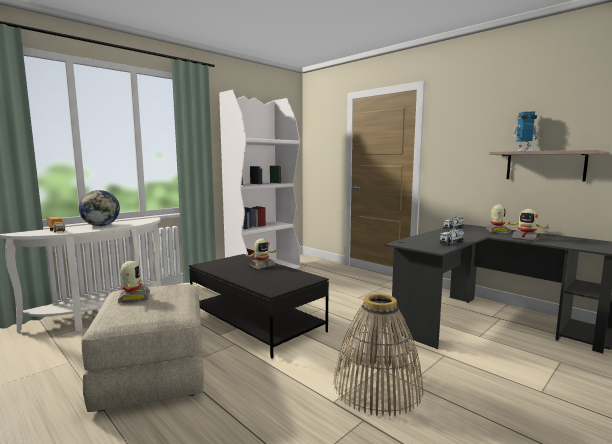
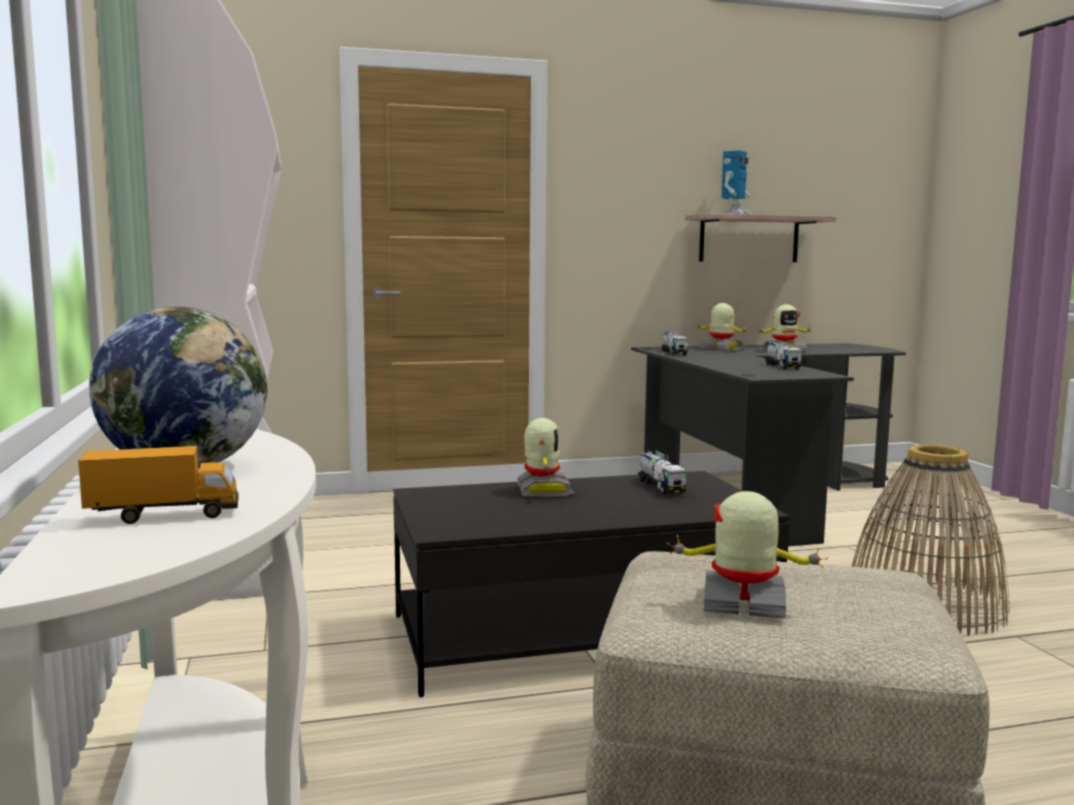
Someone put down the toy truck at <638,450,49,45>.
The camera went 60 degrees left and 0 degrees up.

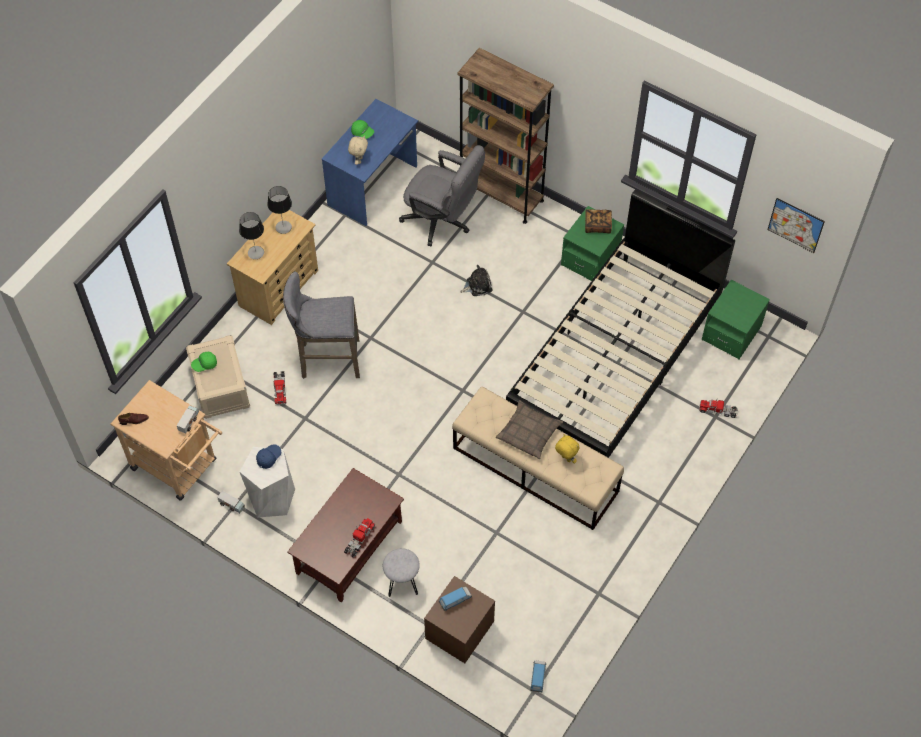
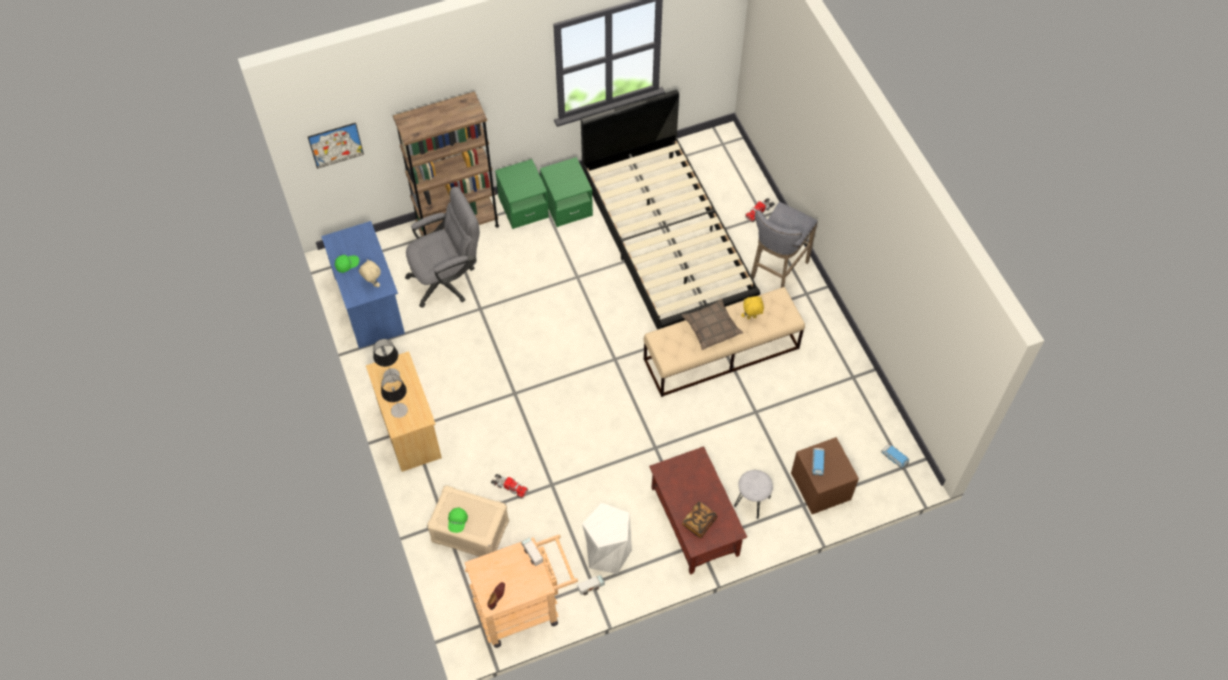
Someone took away the blue cap at <256,444,25,25>.
Someone carried the grey stool from <283,271,77,108> to <751,202,67,86>.
Someone took away the toy truck at <344,518,31,40>.
Someone took away the plush toy at <460,265,32,31>.
Someone carried the book from <585,209,27,24> to <682,501,35,37>.
Someone carried the green nightstand from <702,280,68,79> to <495,159,54,70>.
Someone carried the picture from <767,198,58,55> to <308,123,56,46>.
The camera went 55 degrees left and 0 degrees up.

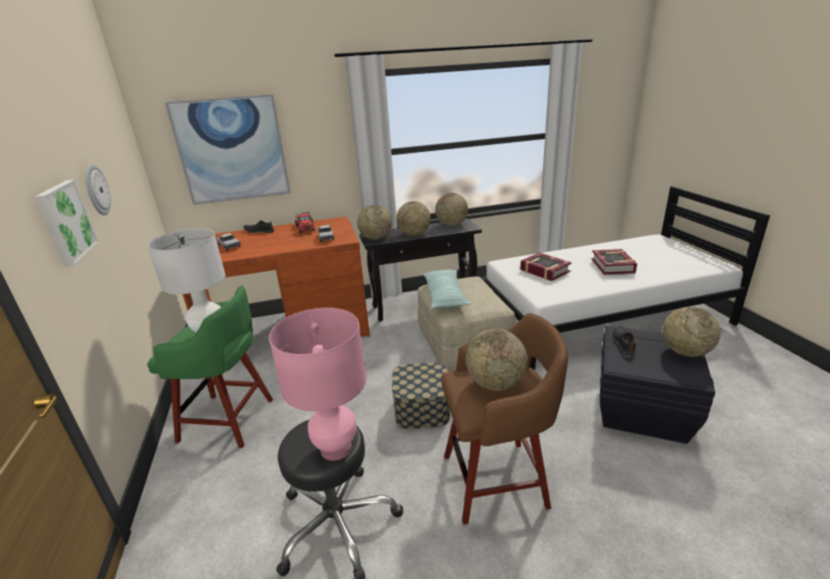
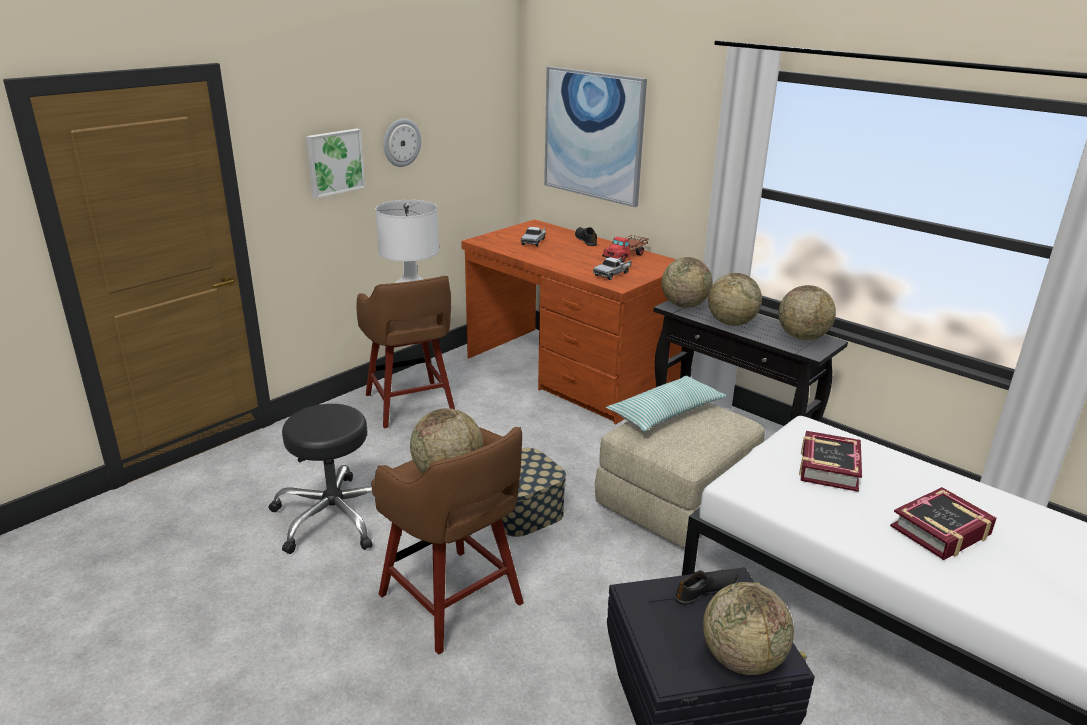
Someone repainted the green stool at <147,285,126,163>, which became the brown stool at <356,276,99,152>.
Someone took away the pink table lamp at <269,308,97,153>.
The camera went 55 degrees right and 0 degrees up.

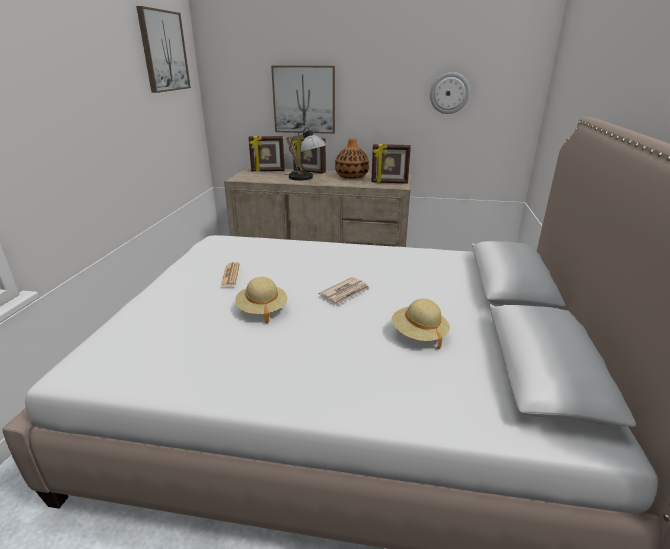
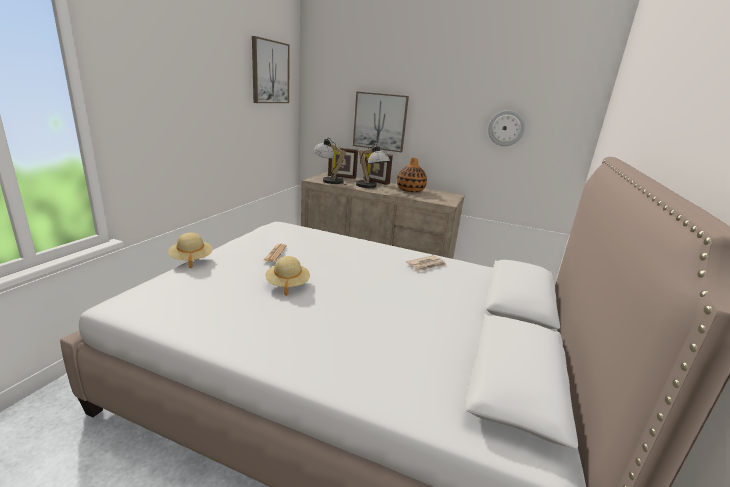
Someone carried the newspaper from <319,277,51,27> to <406,255,40,16>.
Someone took away the picture frame at <371,144,40,40>.
Someone carried the beige hat from <391,299,59,50> to <168,233,44,35>.
Someone put down the table lamp at <313,138,33,47>.
The camera went 10 degrees right and 5 degrees down.

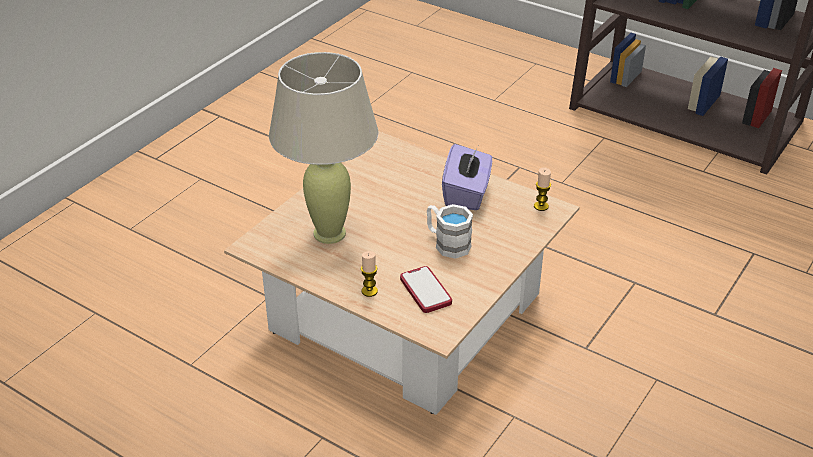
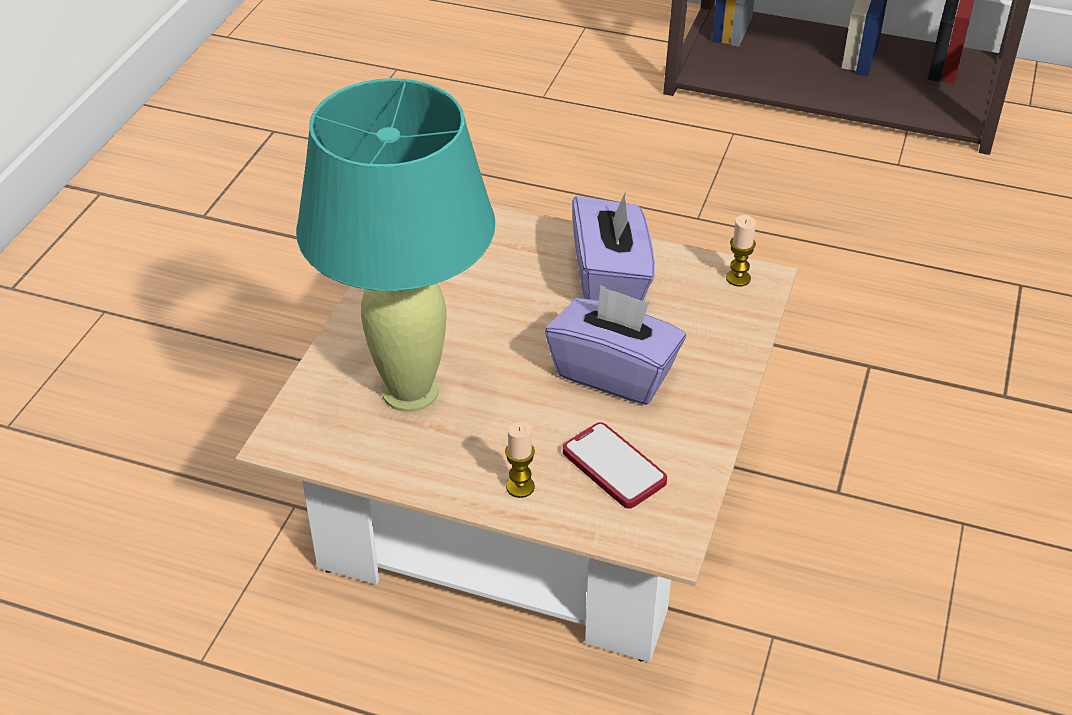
Someone repainted the beige table lamp at <269,52,110,192>, which became the turquoise table lamp at <296,78,199,334>.
Someone swapped the white mug at <427,204,46,55> for the purple tissue box at <545,285,141,120>.
The camera went 15 degrees left and 5 degrees up.

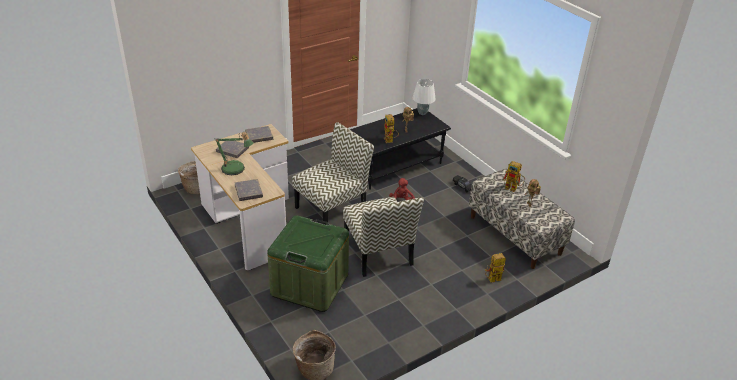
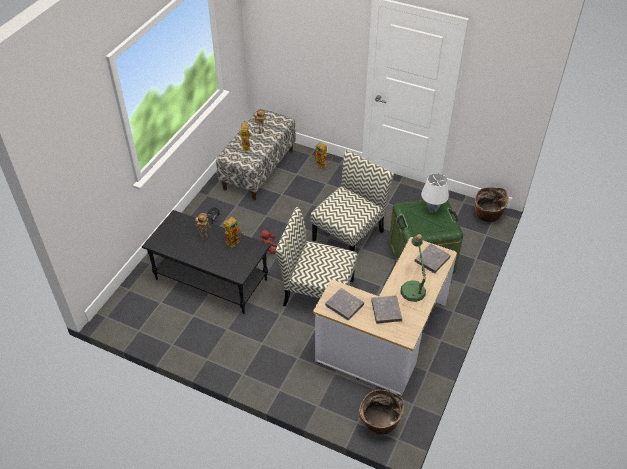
Someone carried the white table lamp from <412,79,23,36> to <421,173,28,40>.
The camera went 120 degrees left and 10 degrees up.

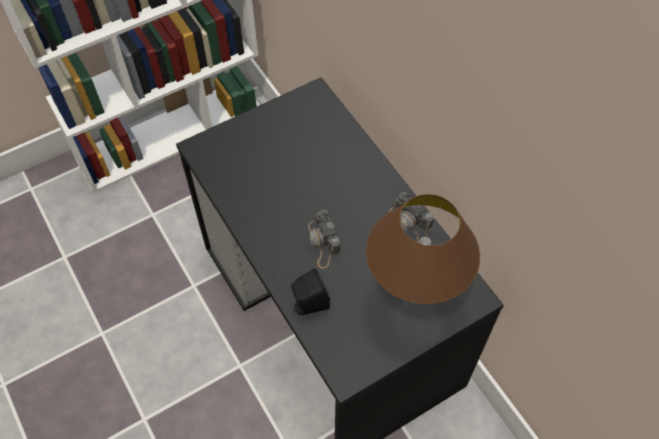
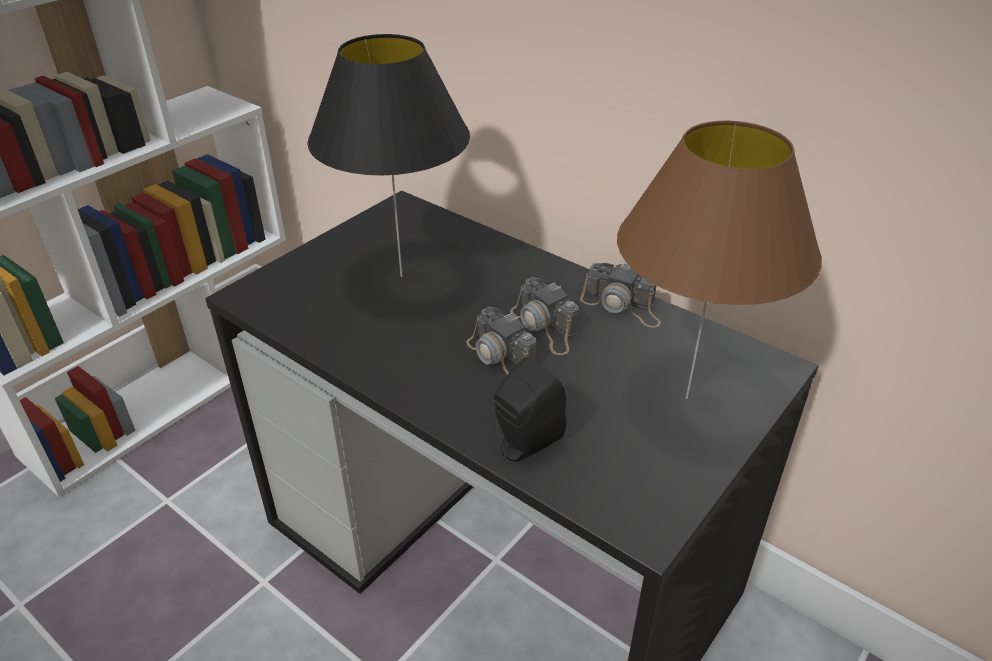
Someone put down the black table lamp at <307,34,163,243>.
Someone put down the photo camera at <510,277,69,78>.
The camera went 20 degrees left and 20 degrees down.

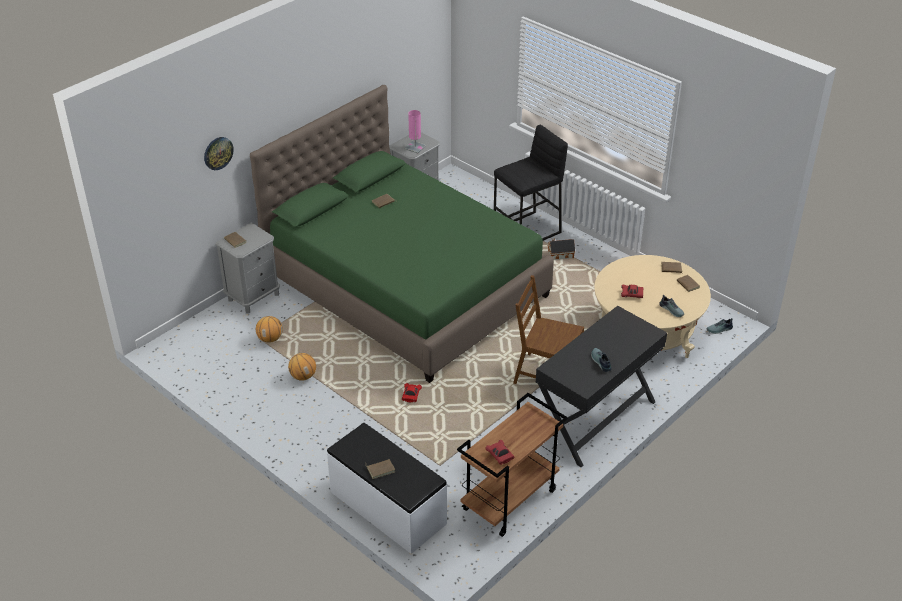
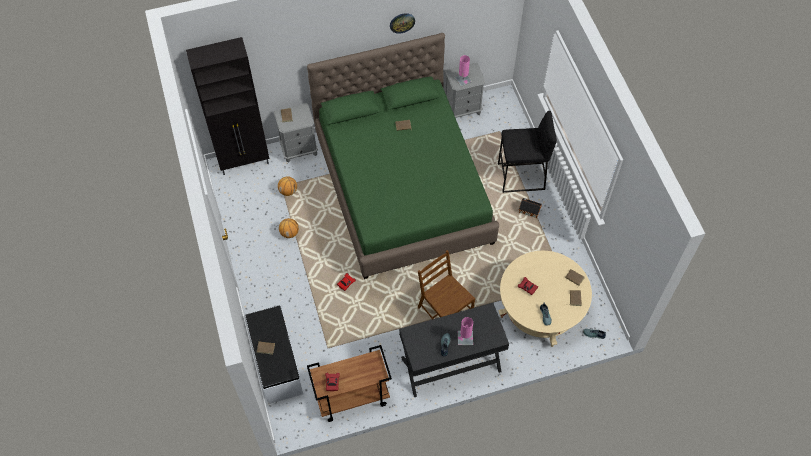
Someone carried the wall clock from <204,137,30,33> to <390,13,25,21>.
Someone put down the black cabinet at <186,37,83,138>.
Someone put down the pink table lamp at <458,317,15,28>.
The camera went 30 degrees right and 20 degrees up.

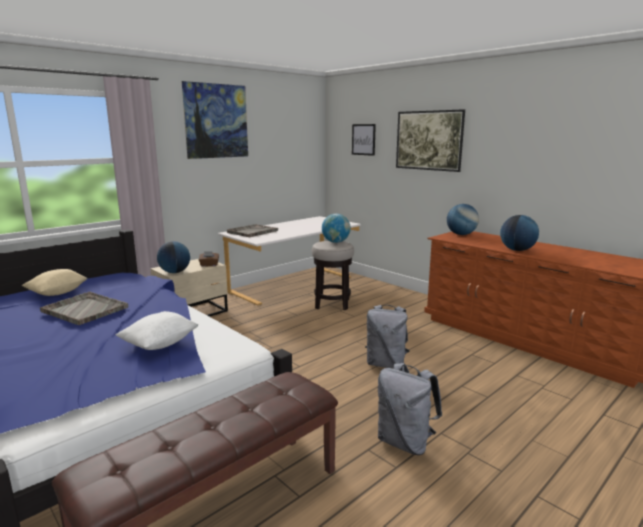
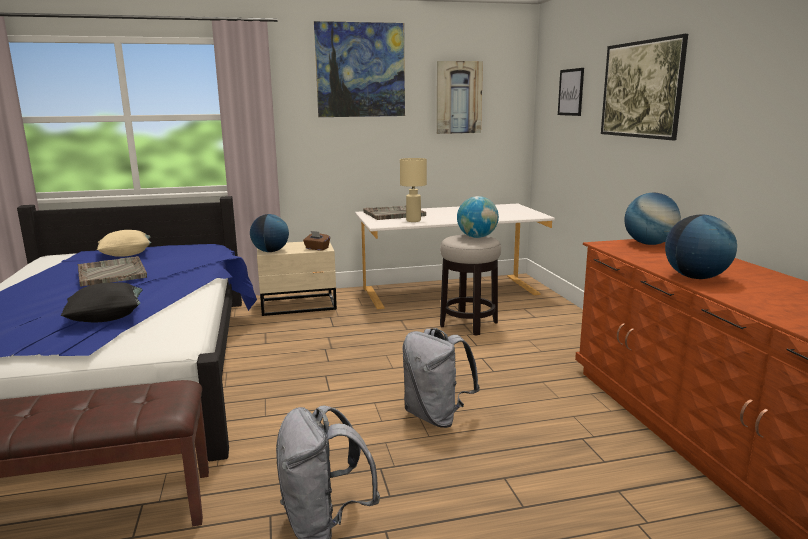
Someone repainted the white pillow at <115,311,83,39>, which became the black pillow at <61,283,82,39>.
Someone put down the beige table lamp at <400,158,27,64>.
Someone put up the picture at <437,61,46,73>.
The camera went 30 degrees right and 0 degrees up.

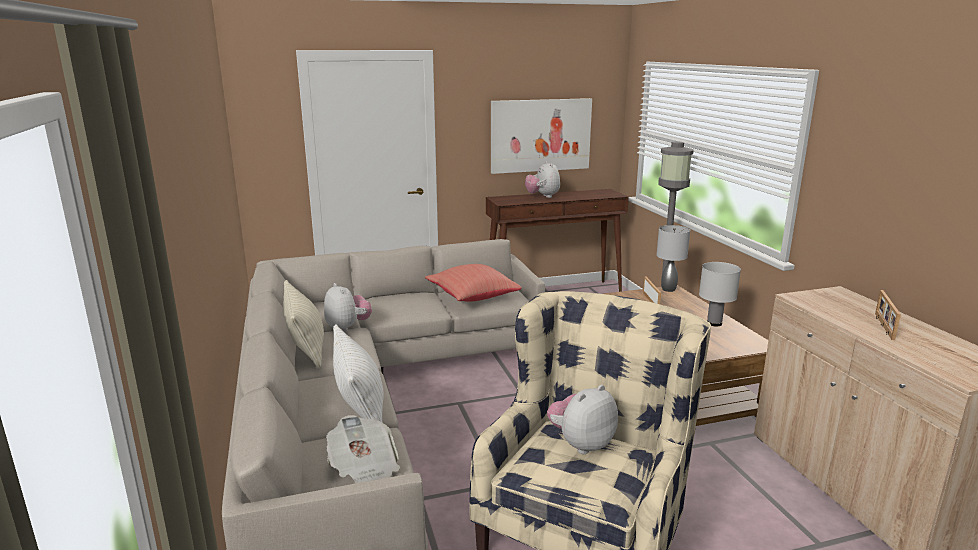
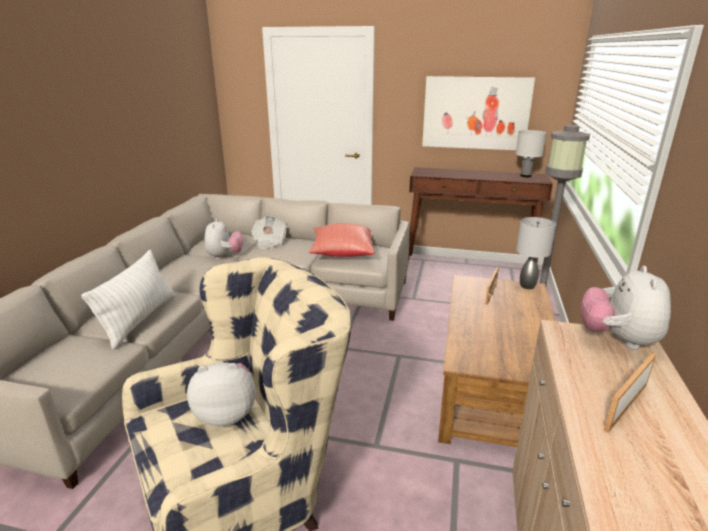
Someone took away the beige pillow at <283,280,41,89>.
Someone carried the newspaper from <326,415,74,68> to <251,216,36,33>.
Someone carried the plush toy from <525,161,35,37> to <581,266,90,84>.
Someone carried the white table lamp from <699,262,42,64> to <515,130,32,47>.
The camera went 30 degrees right and 5 degrees up.

